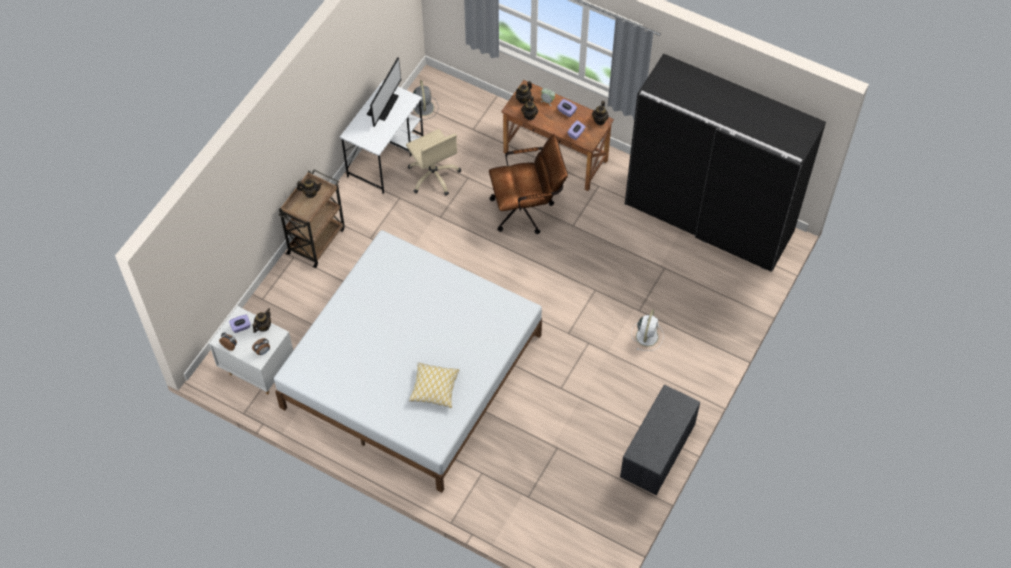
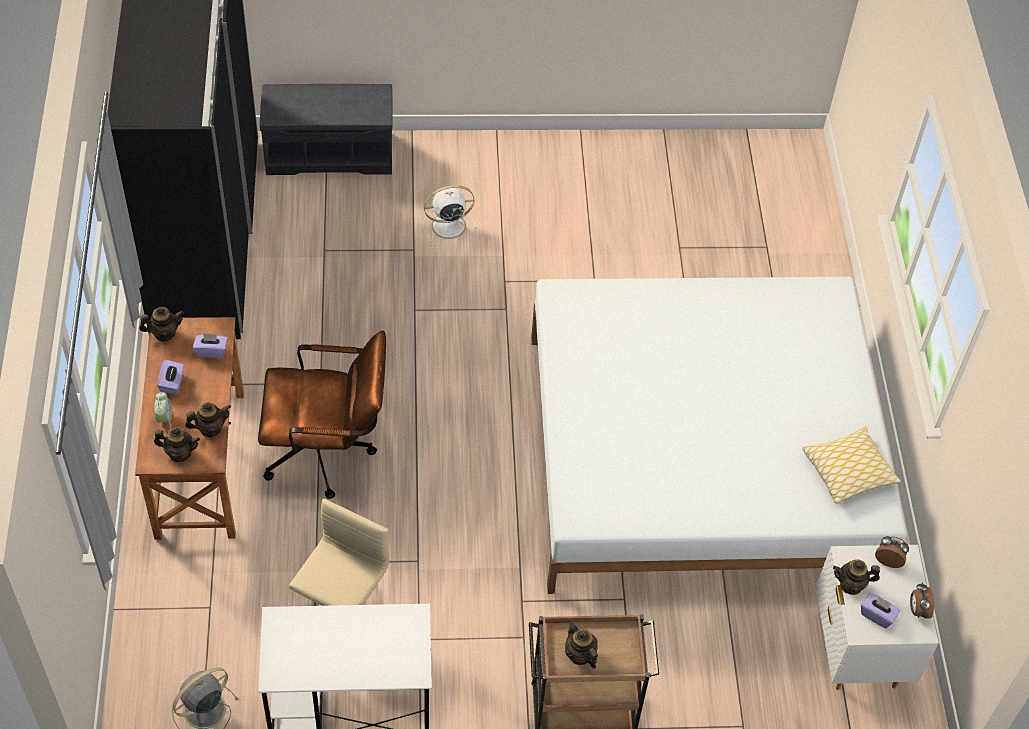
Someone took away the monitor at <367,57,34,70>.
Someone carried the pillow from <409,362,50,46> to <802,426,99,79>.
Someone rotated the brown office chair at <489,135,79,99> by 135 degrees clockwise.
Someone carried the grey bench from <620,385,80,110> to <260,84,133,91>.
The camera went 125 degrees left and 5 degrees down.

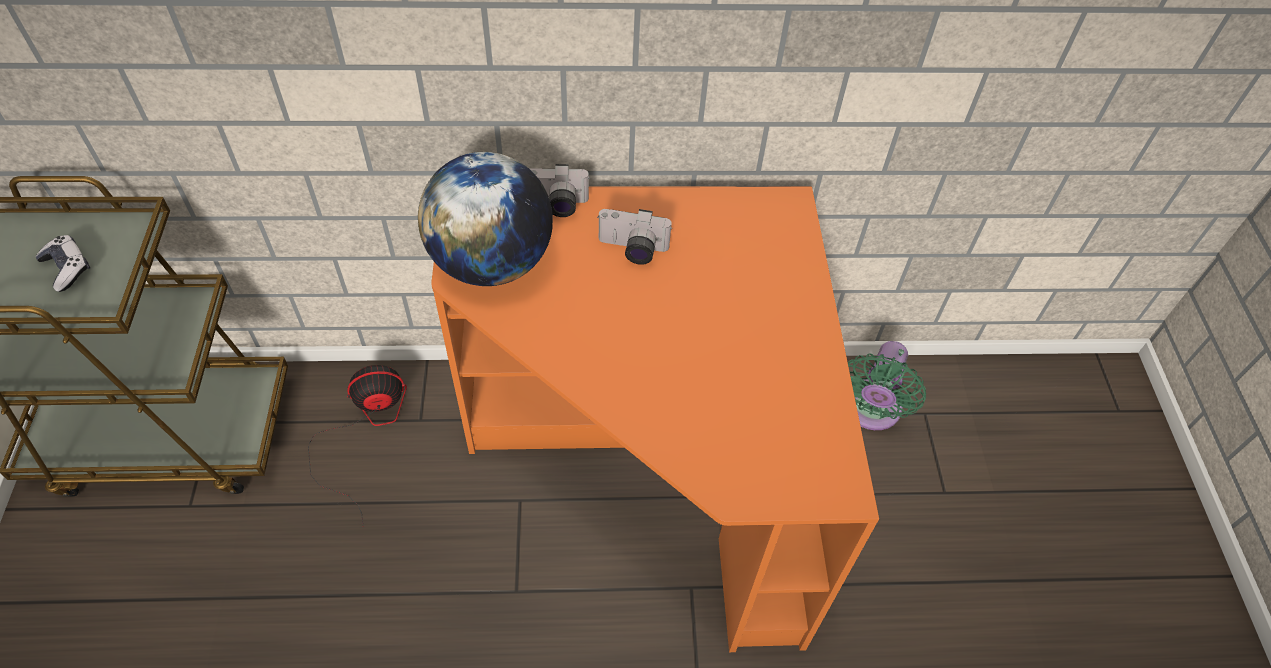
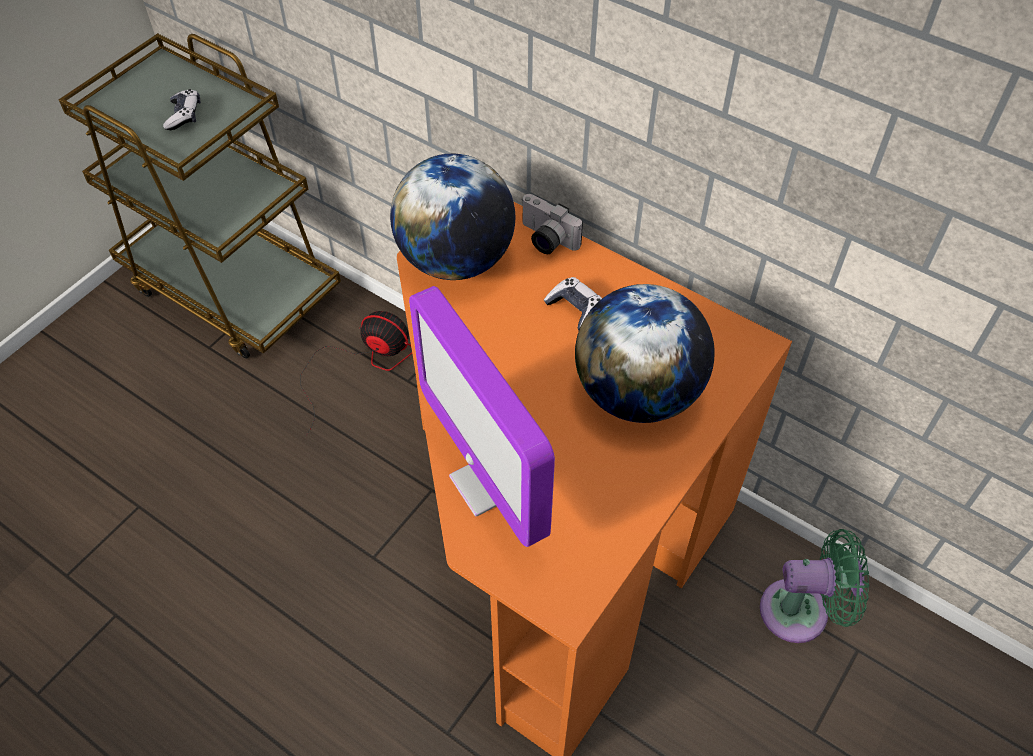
Someone swapped the photo camera at <598,209,74,56> for the game controller at <544,277,58,53>.
Someone rotated the green fan at <848,341,78,89> by 150 degrees counterclockwise.
Someone put down the monitor at <409,286,146,261>.
Someone put down the globe at <575,284,140,139>.
The camera went 40 degrees right and 0 degrees up.

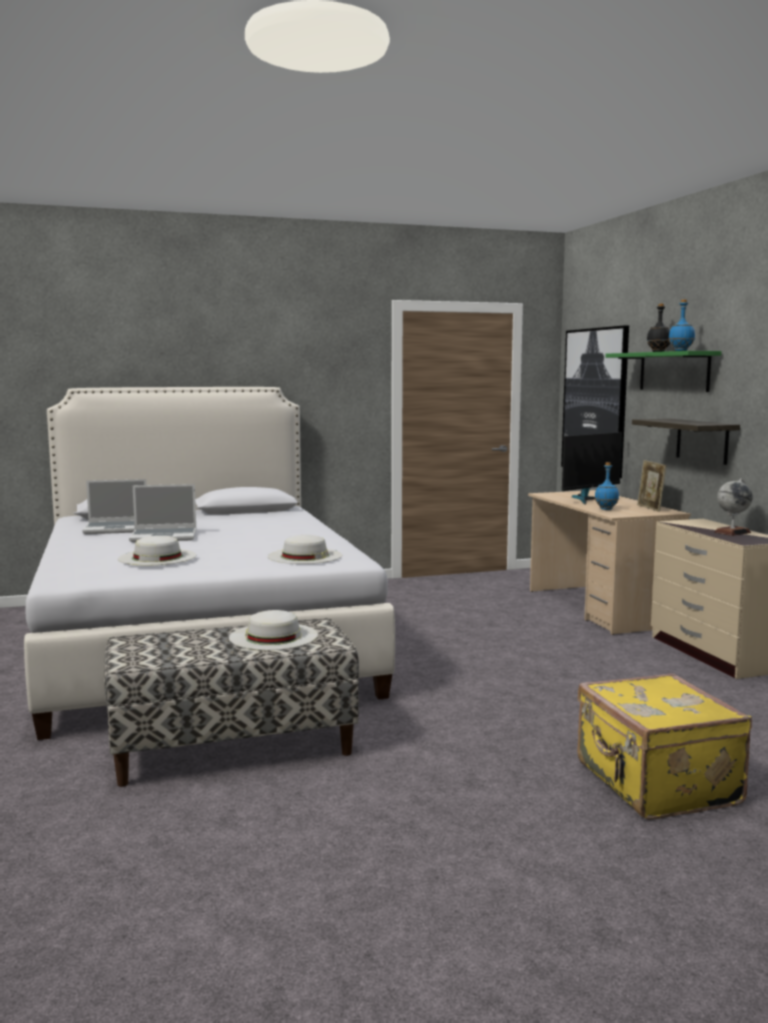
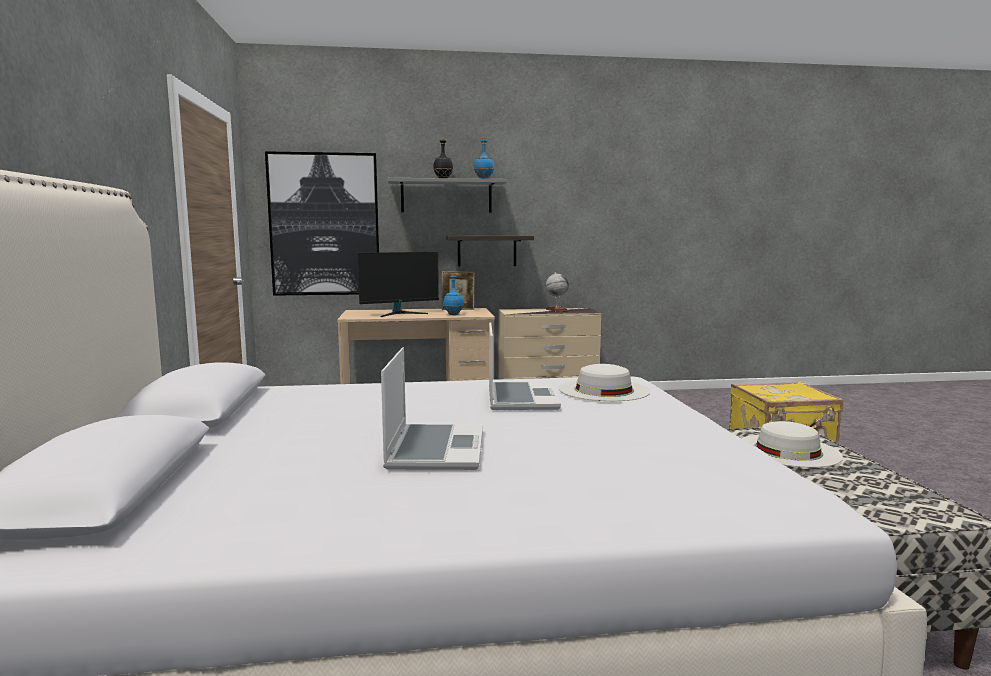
Someone carried the laptop from <83,479,63,55> to <489,322,72,88>.
Someone took away the white hat at <118,535,78,30>.
Someone rotated the monitor at <562,432,60,72> by 90 degrees clockwise.
Someone repainted the green shelf at <605,351,117,41>, which became the grey shelf at <388,178,119,35>.
The camera went 80 degrees left and 0 degrees up.

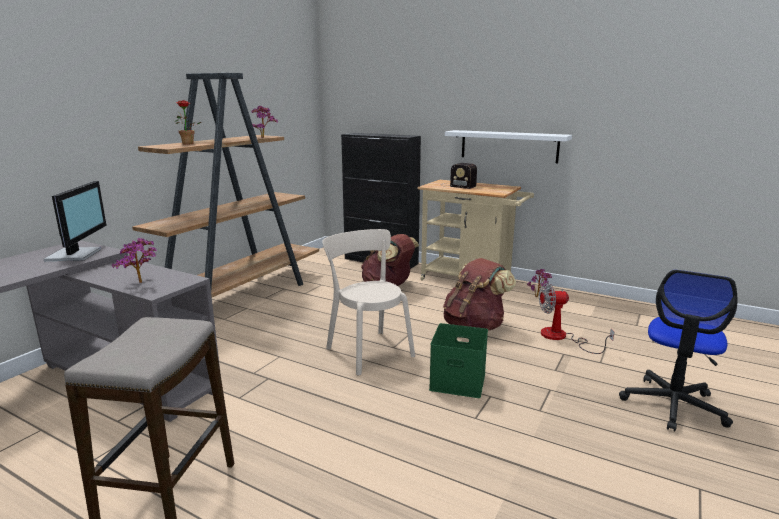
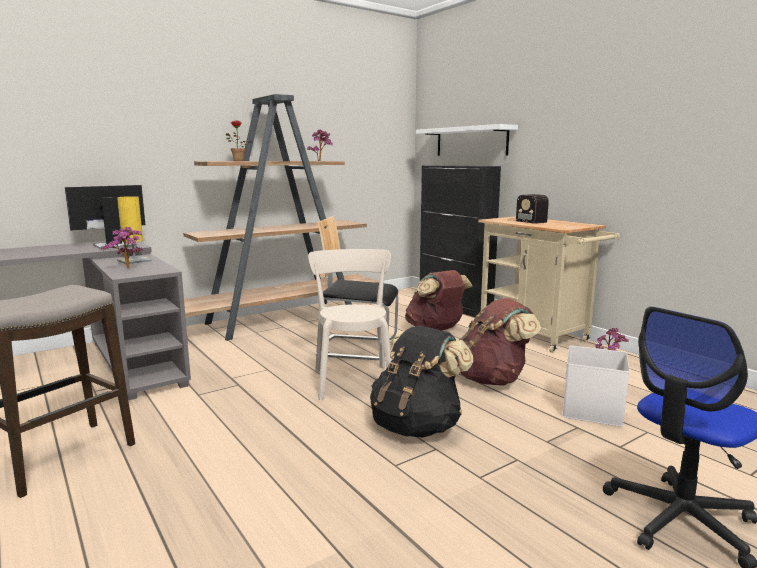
Someone rotated the monitor at <44,181,63,80> by 150 degrees counterclockwise.
Someone swapped the green storage box at <429,323,59,75> for the black backpack at <370,325,103,112>.
Someone carried the white shelf from <445,130,127,33> to <416,124,102,32>.
Someone swapped the fan at <539,283,75,71> for the white storage box at <562,345,68,82>.
Someone put down the yellow table lamp at <117,196,35,68>.
Someone put down the chair at <316,216,82,144>.
The camera went 25 degrees right and 5 degrees down.

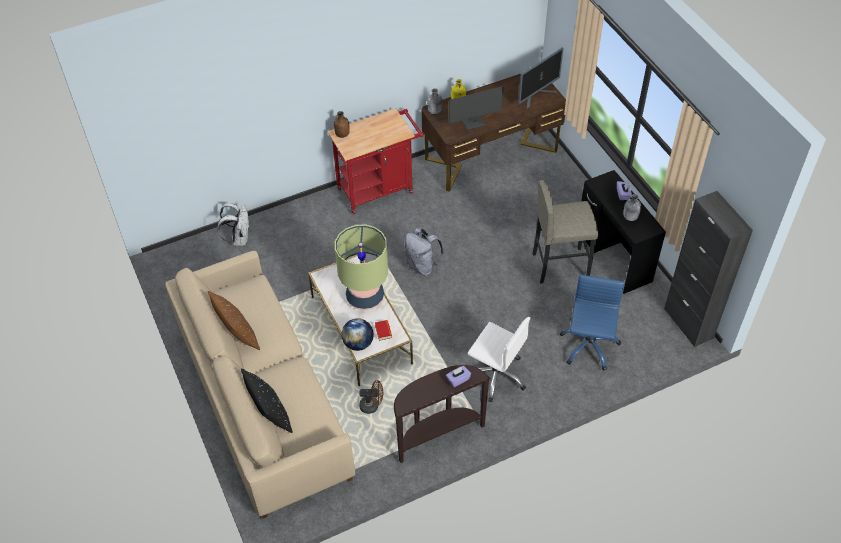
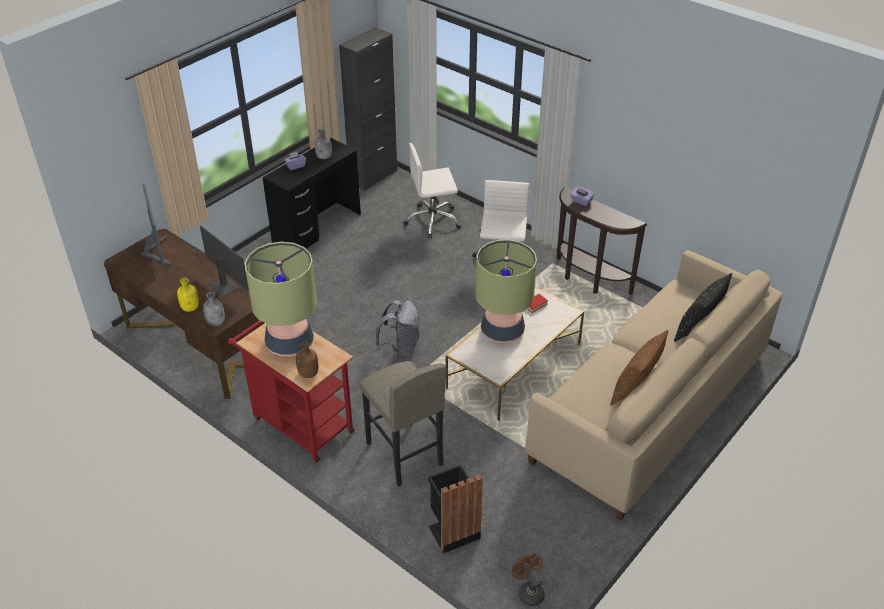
Someone swapped the white backpack at <217,203,33,43> for the black trash can at <428,464,55,90>.
Someone took away the globe at <341,318,33,33>.
Someone carried the brown fan from <359,380,24,34> to <512,553,33,53>.
Someone rotated the monitor at <518,48,46,60> by 45 degrees clockwise.
Someone carried the grey stool from <532,180,66,104> to <360,361,86,126>.
Someone repainted the blue office chair at <560,275,65,96>, which became the white office chair at <403,143,58,95>.
Someone put down the table lamp at <245,242,72,115>.
The camera went 115 degrees left and 10 degrees down.

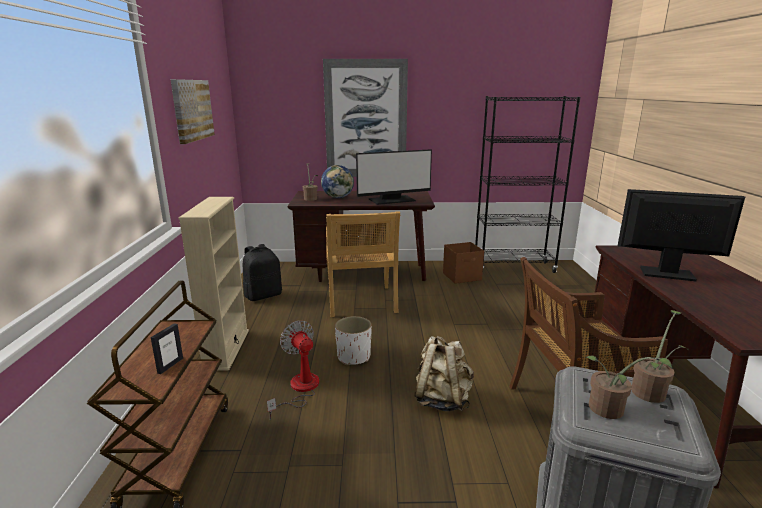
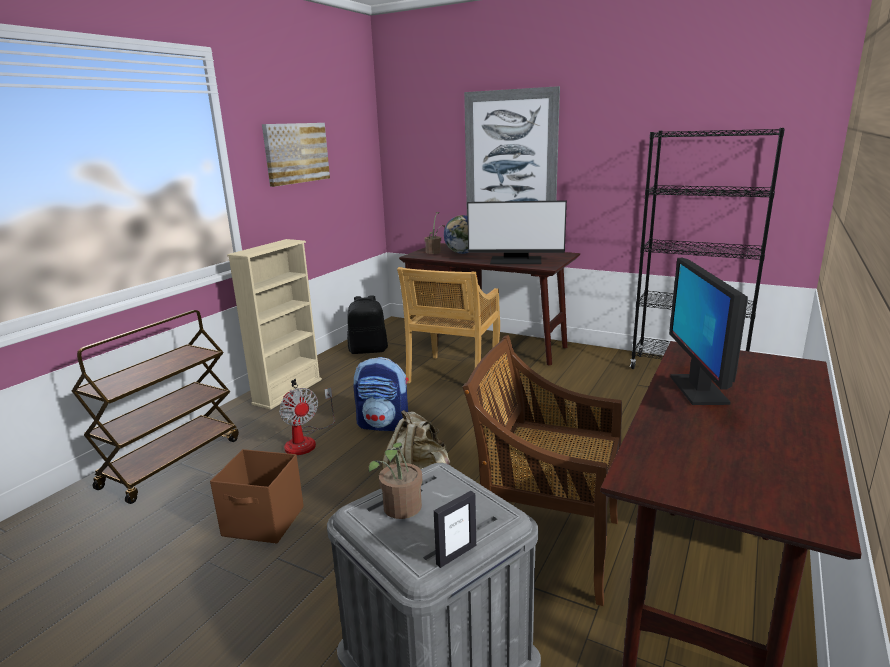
Someone carried the picture frame from <151,323,32,51> to <434,491,42,77>.
Someone rotated the fan at <267,321,52,99> by 150 degrees clockwise.
Someone swapped the white planter at <335,316,37,49> for the backpack at <354,357,55,74>.
Someone carried the brown storage box from <443,242,41,42> to <210,449,94,95>.
Someone rotated the monitor at <618,189,127,92> by 135 degrees counterclockwise.
Someone took away the potted plant at <631,310,58,93>.
The camera went 30 degrees right and 0 degrees up.

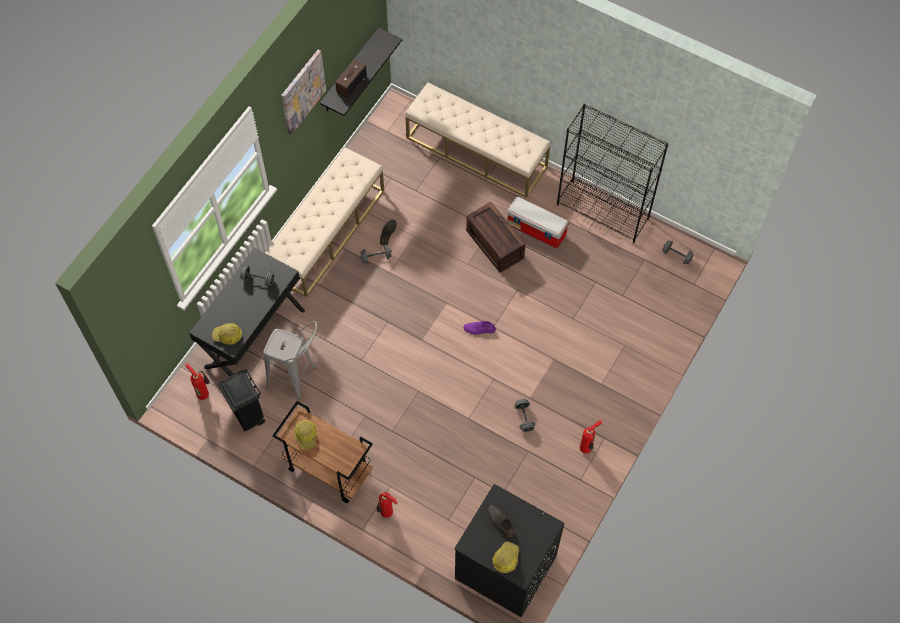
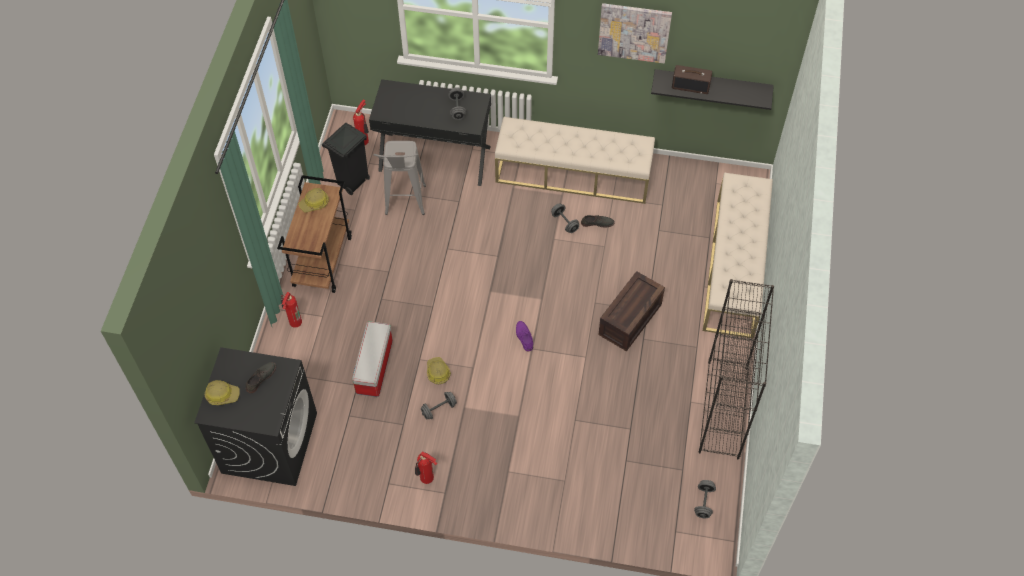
Someone carried the hard hat from <212,323,30,22> to <427,357,24,27>.
Someone carried the storage box from <507,197,62,52> to <352,321,41,76>.
The camera went 70 degrees right and 5 degrees down.

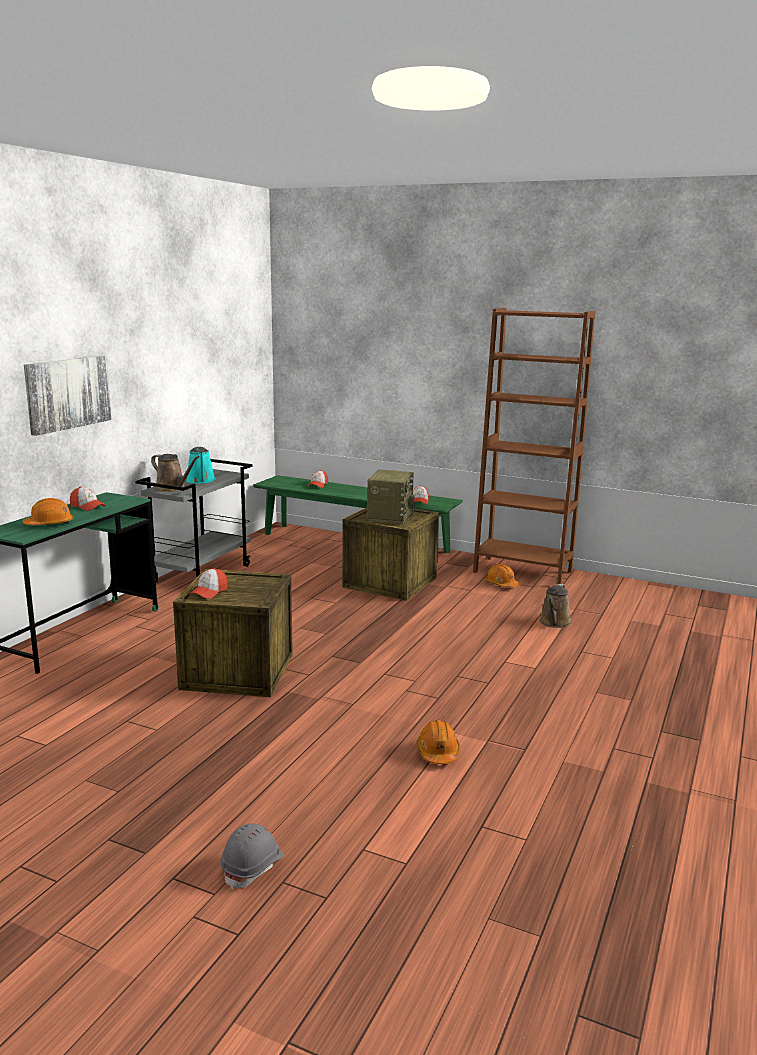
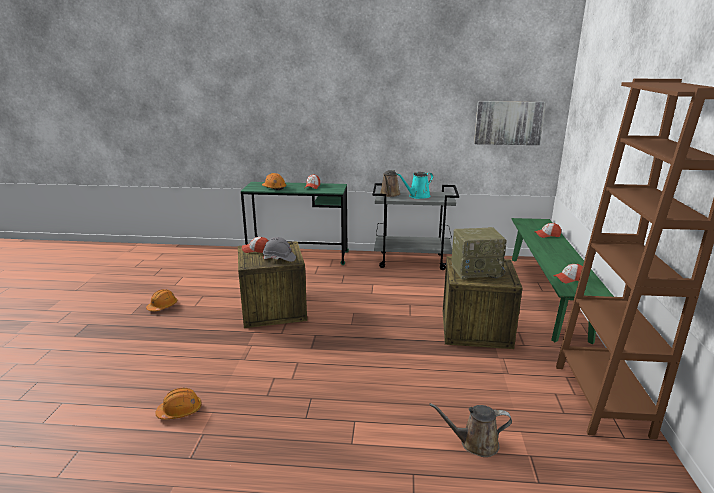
Someone carried the picture from <24,356,88,80> to <474,101,72,44>.
Someone carried the grey hard hat from <220,823,64,67> to <263,237,33,25>.
Someone carried the orange hard hat from <485,564,35,23> to <146,289,31,22>.
The camera went 70 degrees right and 5 degrees up.

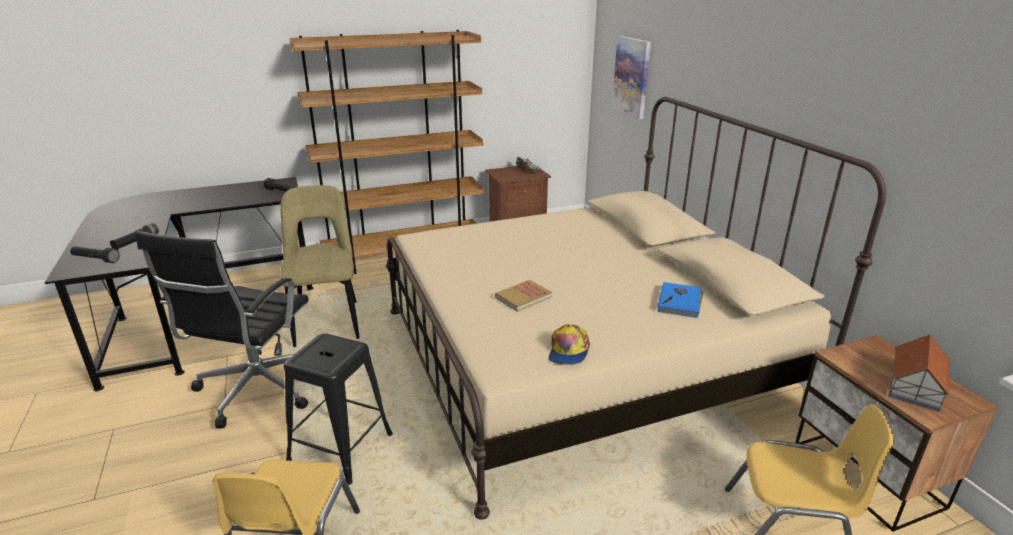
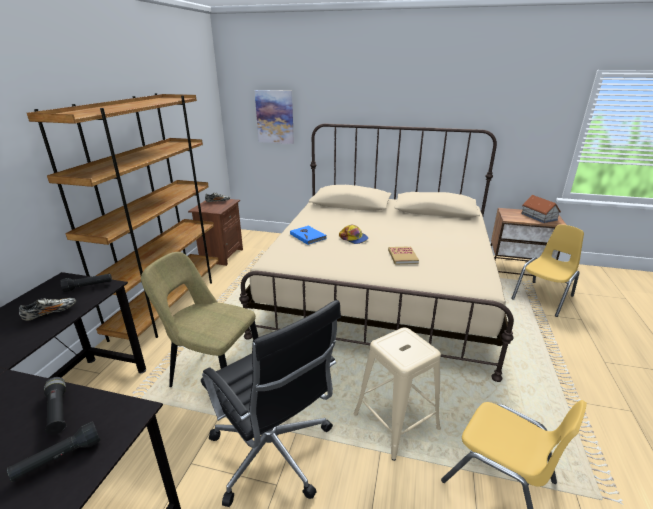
Someone repainted the black stool at <284,333,109,152>, which became the beige stool at <353,328,88,133>.
Someone carried the cap from <548,324,42,41> to <339,224,29,20>.
Someone carried the blue book from <658,282,46,36> to <290,226,36,19>.
Someone put down the shoe at <19,298,57,23>.
The camera went 55 degrees left and 0 degrees up.

